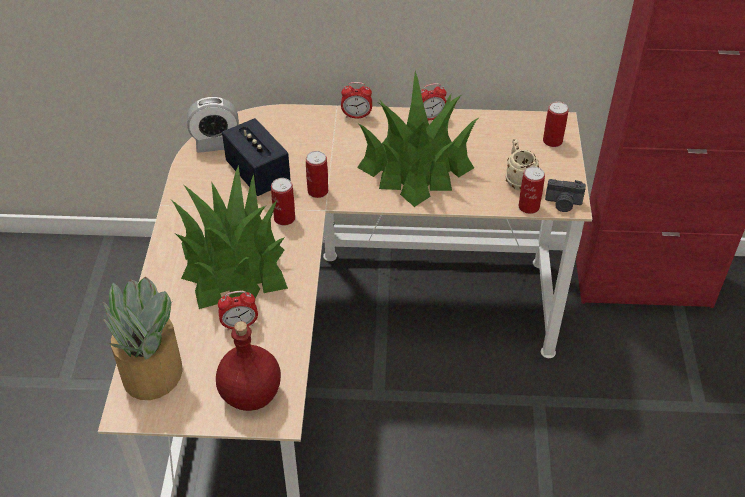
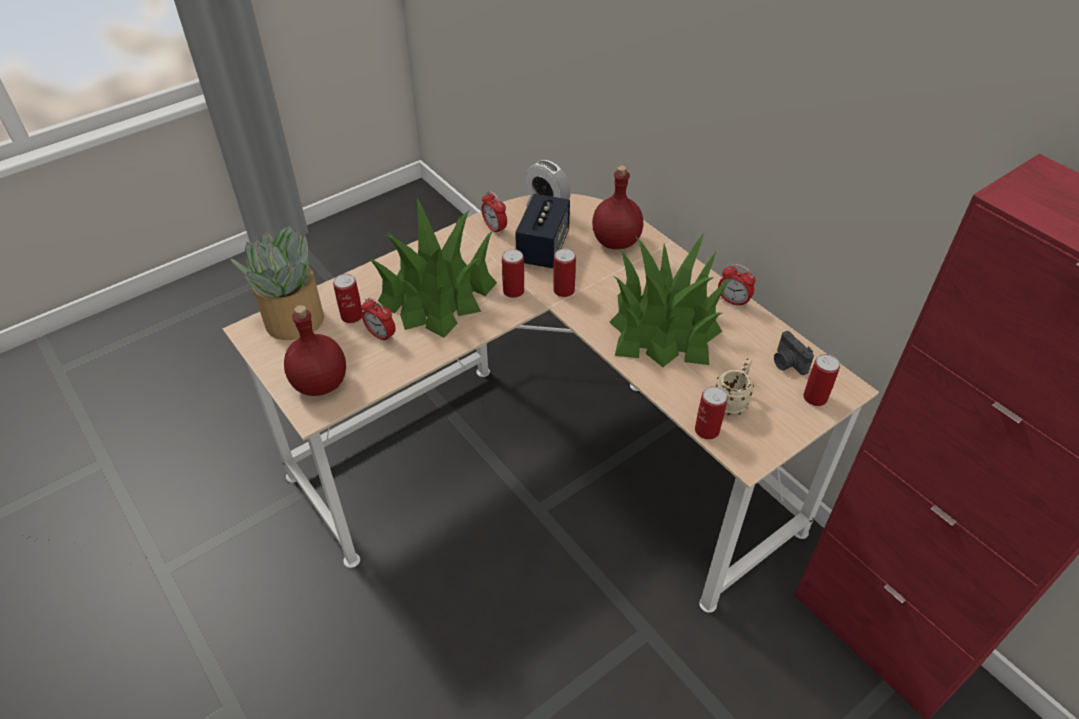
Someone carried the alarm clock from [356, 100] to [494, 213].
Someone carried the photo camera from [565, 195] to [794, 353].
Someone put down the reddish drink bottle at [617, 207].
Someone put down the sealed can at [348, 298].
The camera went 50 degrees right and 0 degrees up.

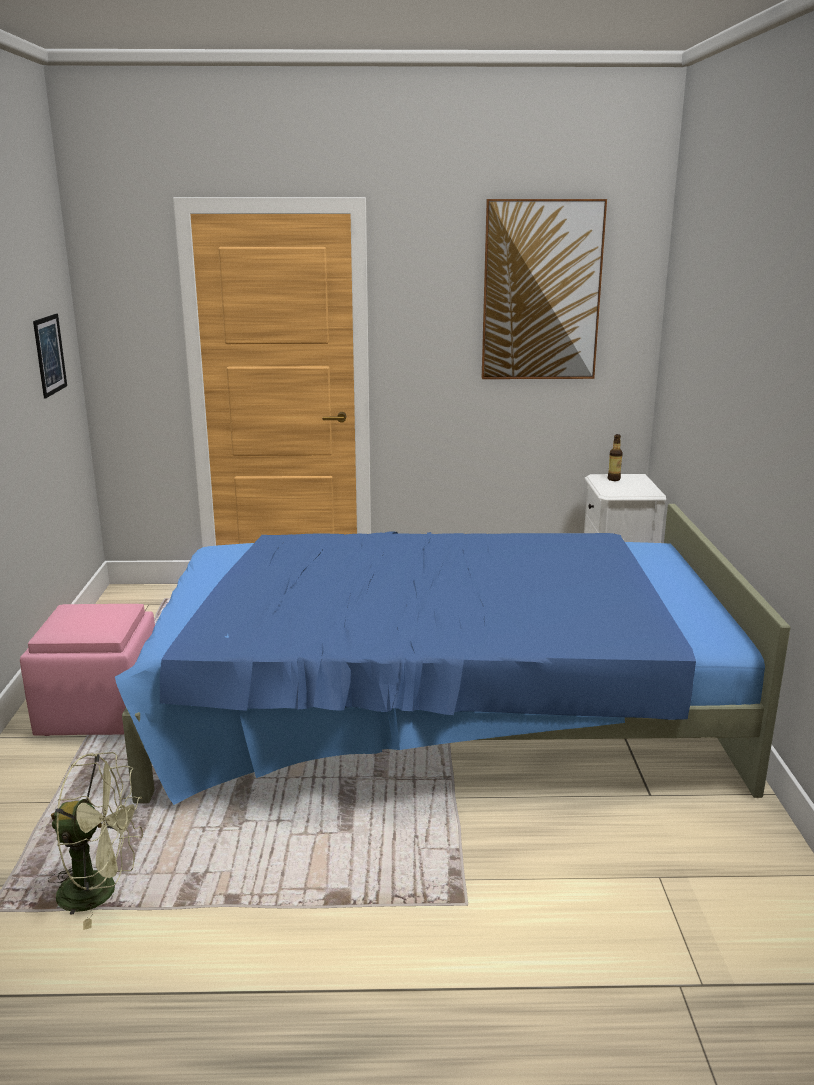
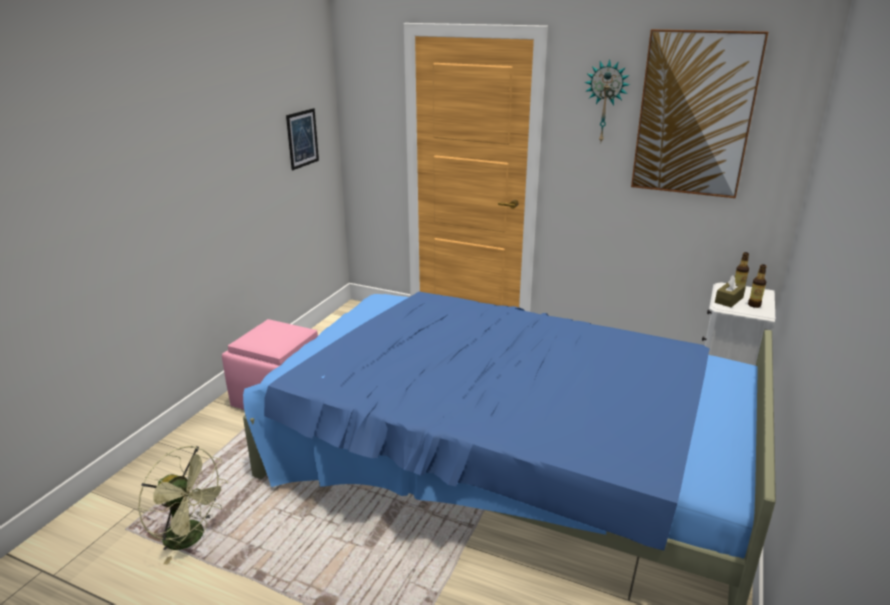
Someone put up the hanging clock at [607, 100].
Someone put down the drink bottle at [757, 286].
Someone put down the brownish box of tissues at [730, 291].
The camera went 25 degrees right and 5 degrees up.

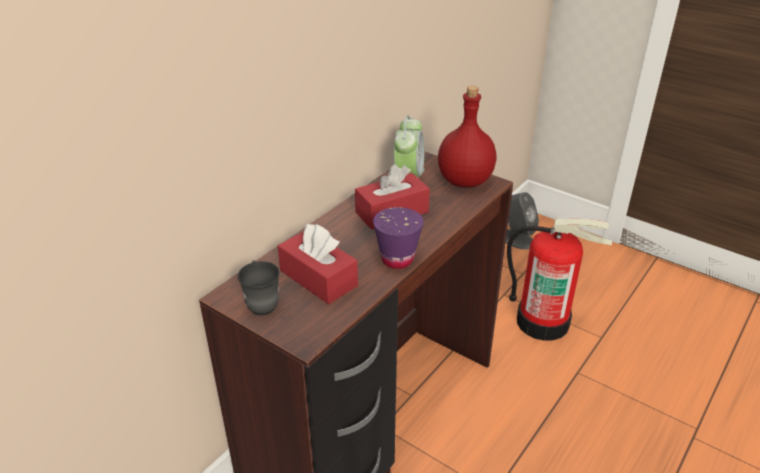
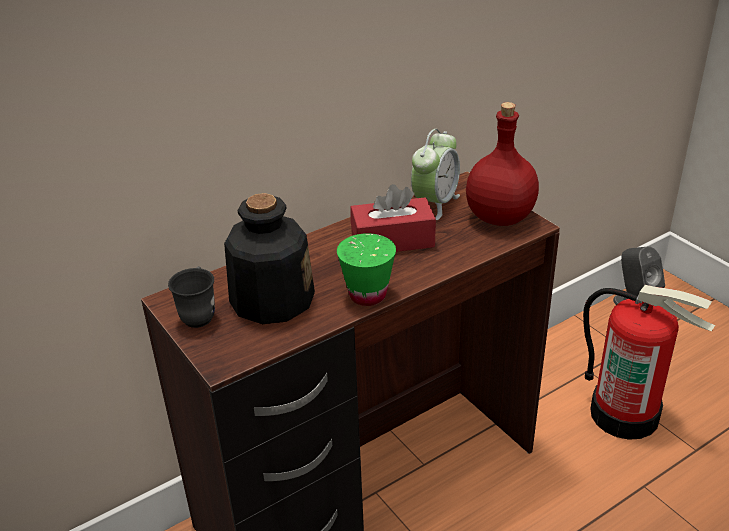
Someone repainted the purple small cup at [398, 238], which became the greenish small cup at [366, 269].
Someone swapped the reddish box of tissues at [318, 264] for the drink bottle at [269, 258].
The camera went 20 degrees right and 0 degrees up.

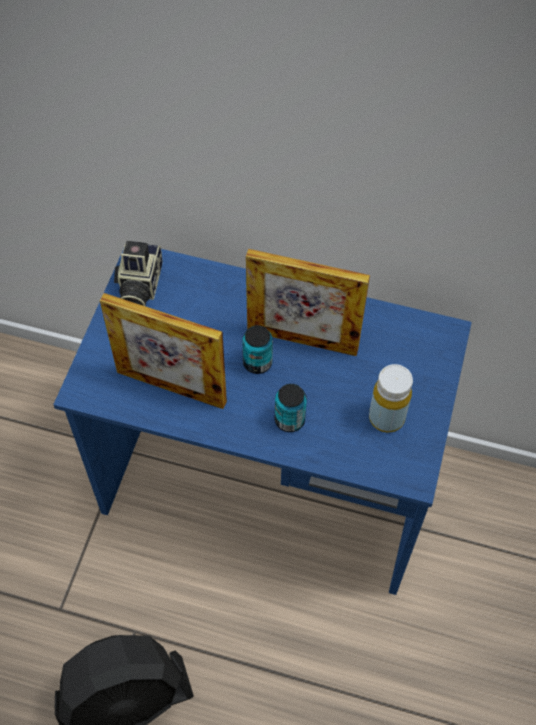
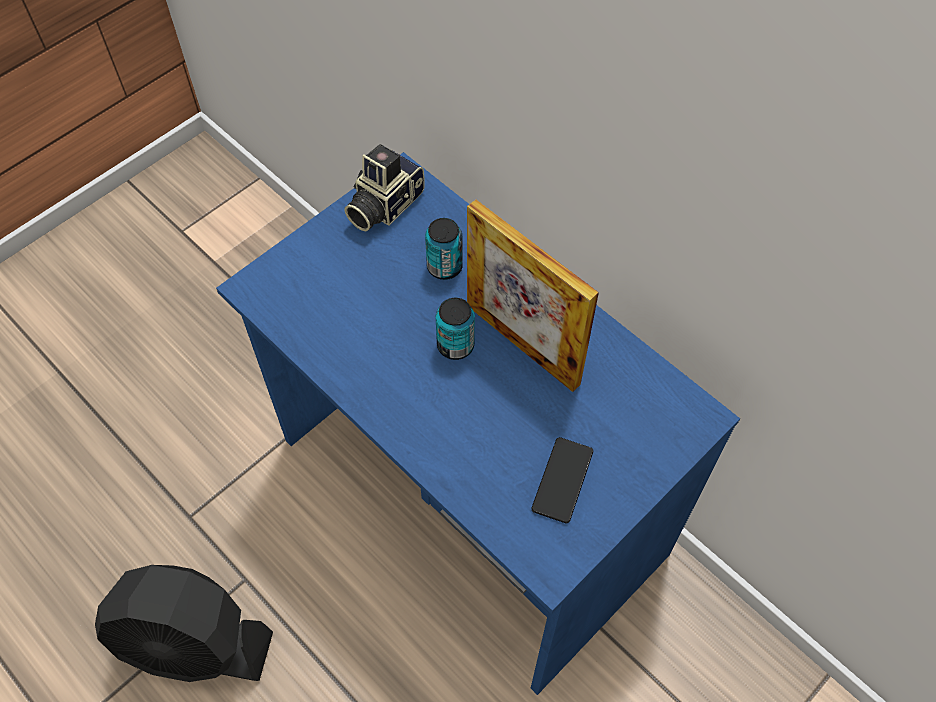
Someone took away the standing frame at [163, 351].
Someone swapped the yellow-coloured drink bottle at [391, 398] for the telephone at [562, 480].
Someone carried the sealed can from [291, 408] to [444, 249].
The camera went 30 degrees right and 0 degrees up.

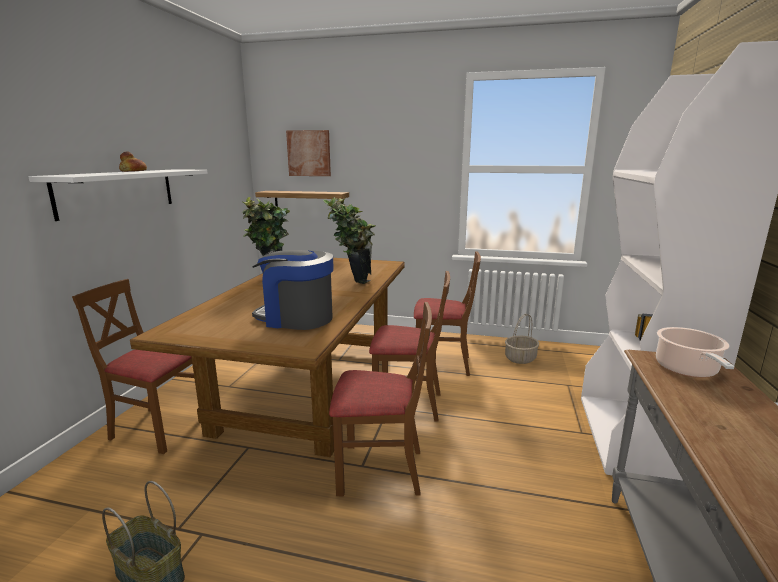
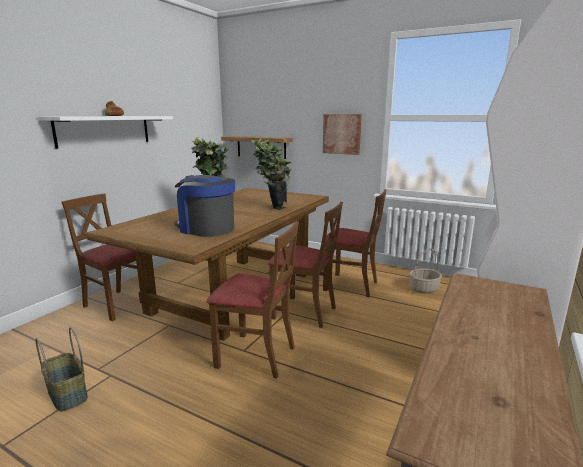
Someone carried the picture from [308, 153] to [342, 134].
Someone took away the cooking pot at [695, 352].
The camera went 15 degrees right and 0 degrees up.

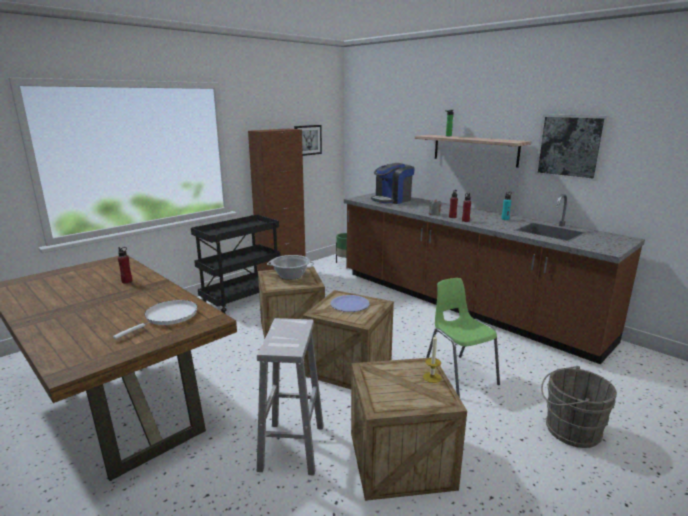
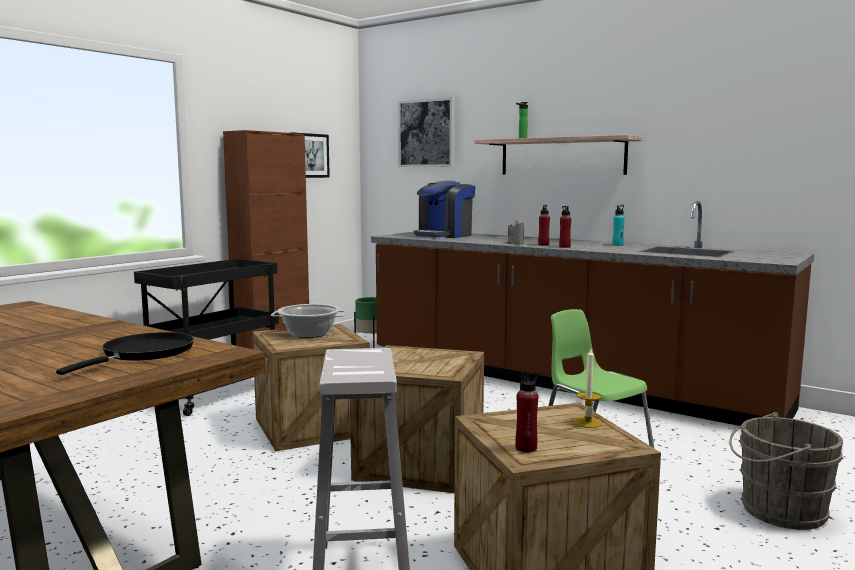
Someone carried the picture from [572, 147] to [426, 132].
Someone carried the reddish drink bottle from [125, 265] to [527, 412].
Someone took away the plate at [350, 303].
Someone repainted the whitish pan at [155, 319], which became the black-coloured pan at [125, 353].
The camera went 10 degrees left and 10 degrees down.

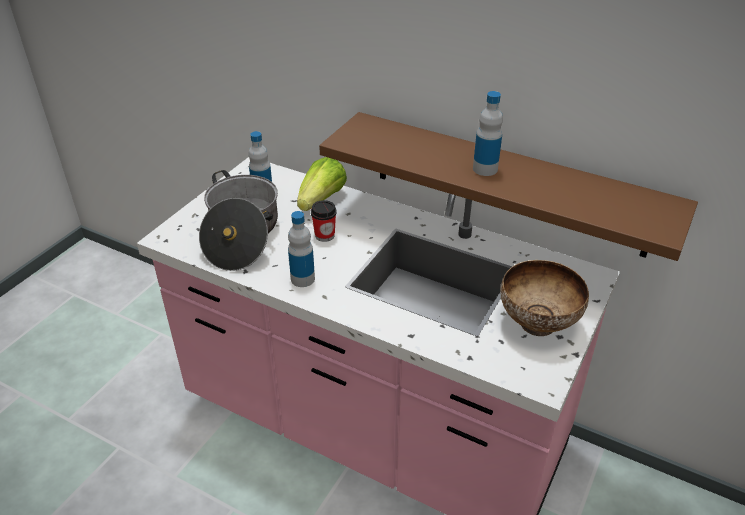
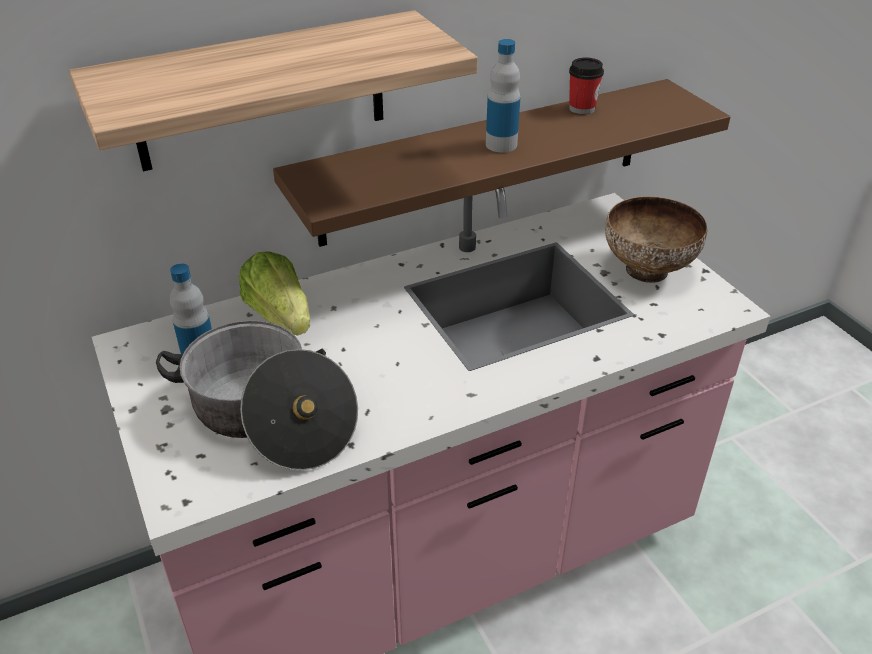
Someone carried the small cup from [324, 221] to [586, 85].
Someone took away the drink bottle at [301, 249].
Someone put up the shelf at [273, 90].
The camera went 55 degrees left and 0 degrees up.

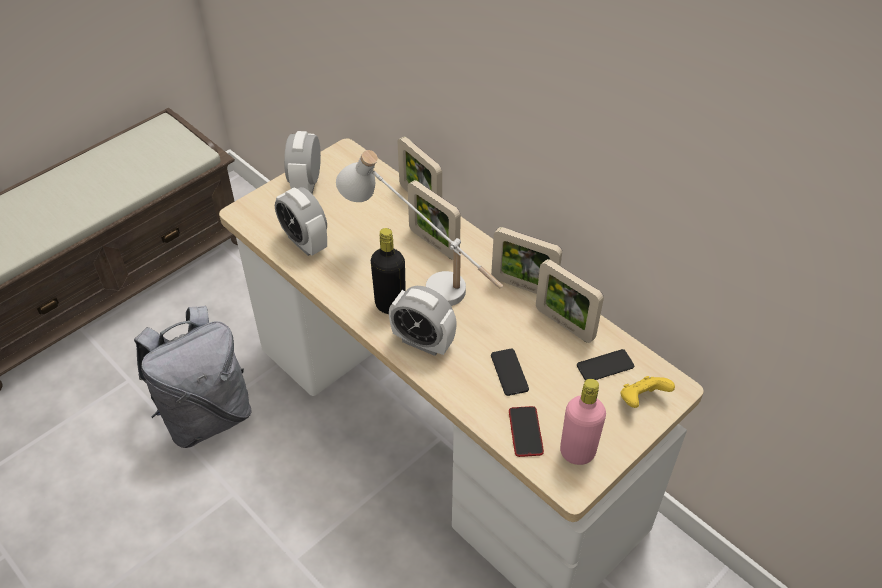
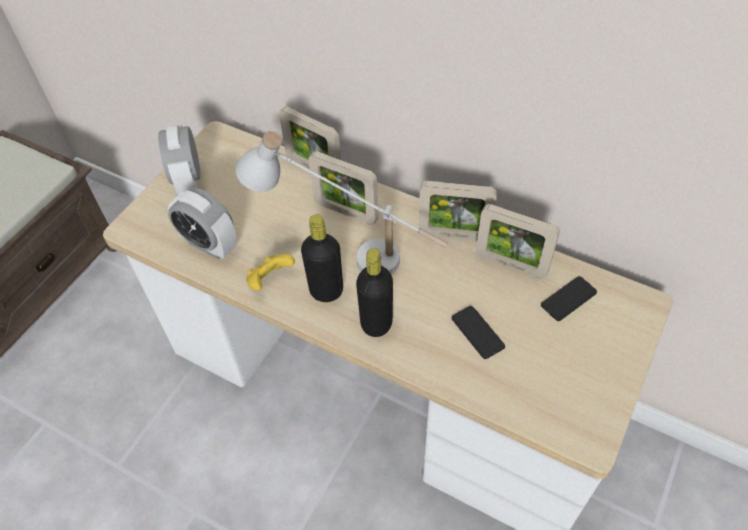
Someone swapped the alarm clock at [423, 321] for the black-coloured drink bottle at [374, 292].
Someone took away the grey rucksack at [192, 377].
Someone carried the yellow-coloured gamepad from [648, 392] to [270, 272].
Someone took away the pink-coloured drink bottle at [583, 422].
Someone took away the telephone at [526, 431].
The camera went 15 degrees left and 5 degrees up.

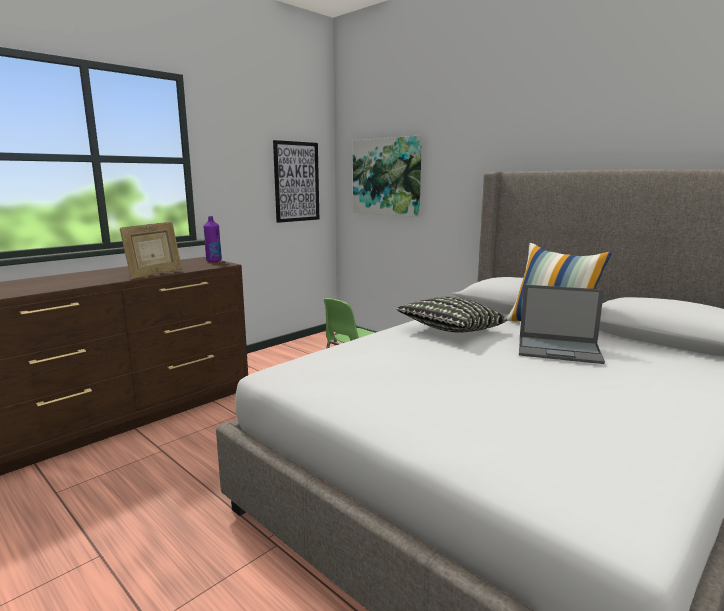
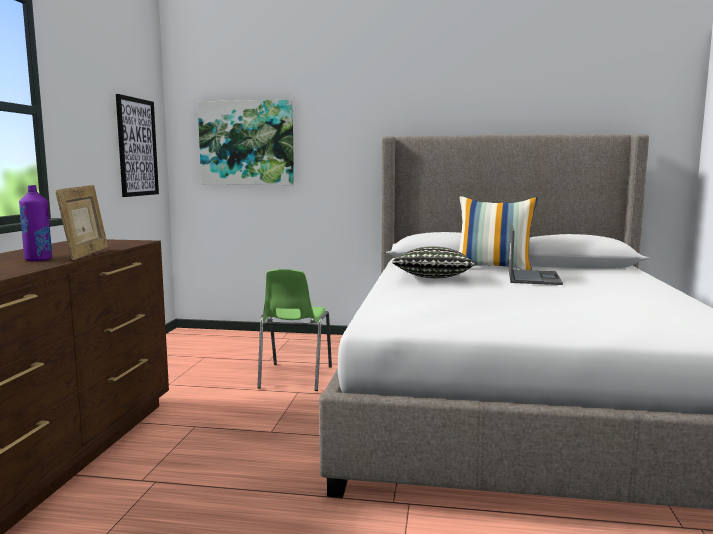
Someone carried the purple drink bottle from [212, 239] to [35, 223].
Someone rotated the notebook computer at [562, 324] by 60 degrees counterclockwise.
The camera went 35 degrees left and 5 degrees down.

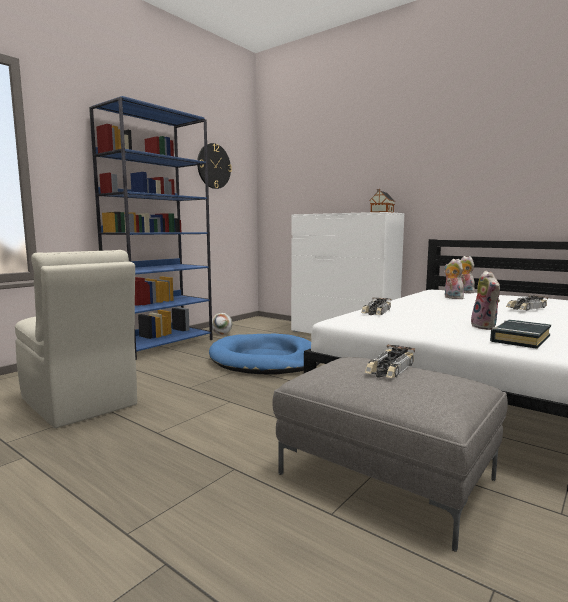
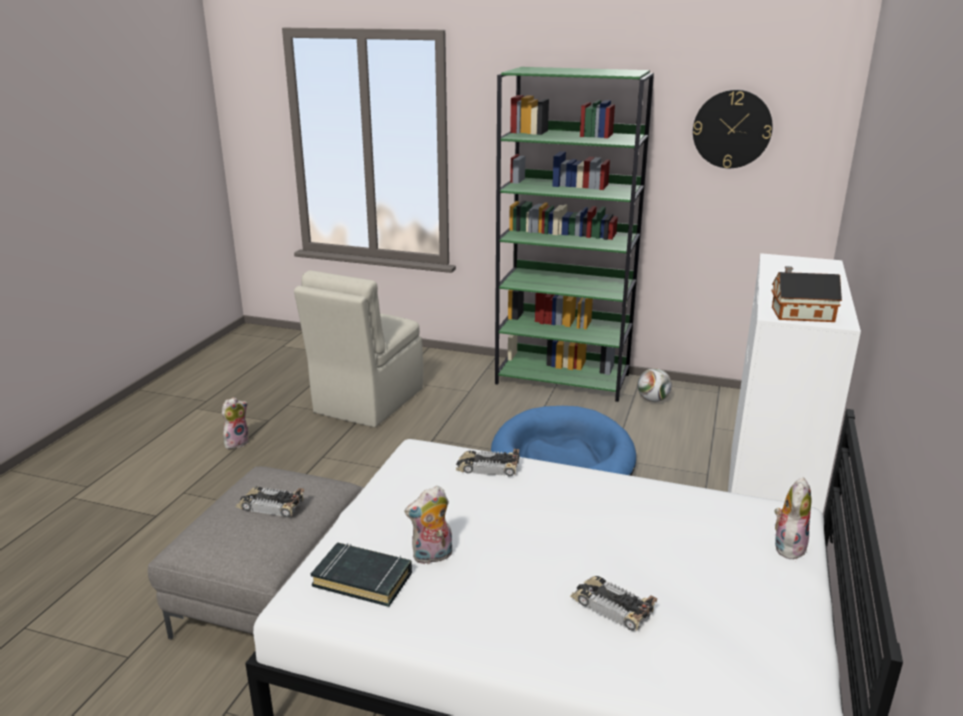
Someone repainted the blue-coloured bookcase at [151, 228], which became the greenish bookcase at [574, 234].
Someone carried the soft toy from [454, 279] to [235, 423].
The camera went 70 degrees right and 15 degrees up.

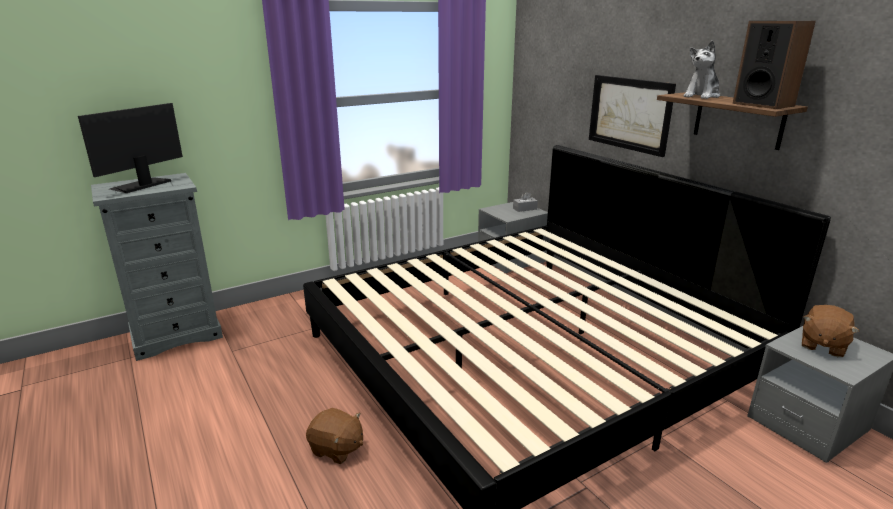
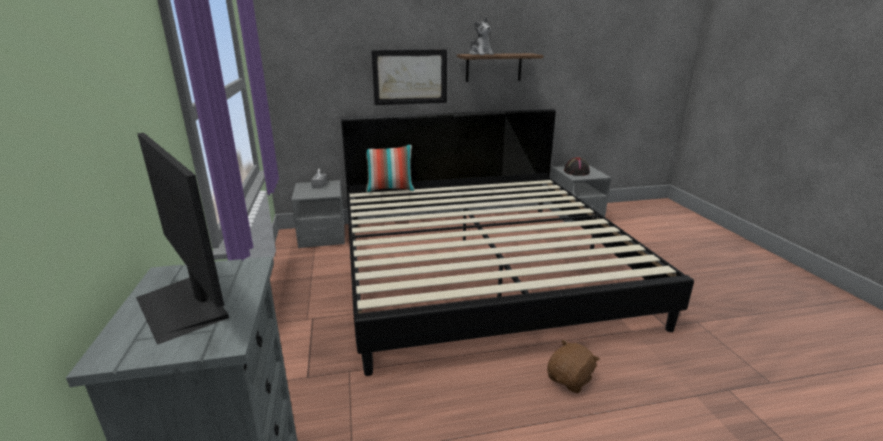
Someone took away the speaker at [774, 65].
Someone swapped the brownish soft toy at [830, 331] for the black-coloured hat at [577, 166].
Someone put down the throw pillow at [390, 168].
The camera went 70 degrees left and 0 degrees up.

